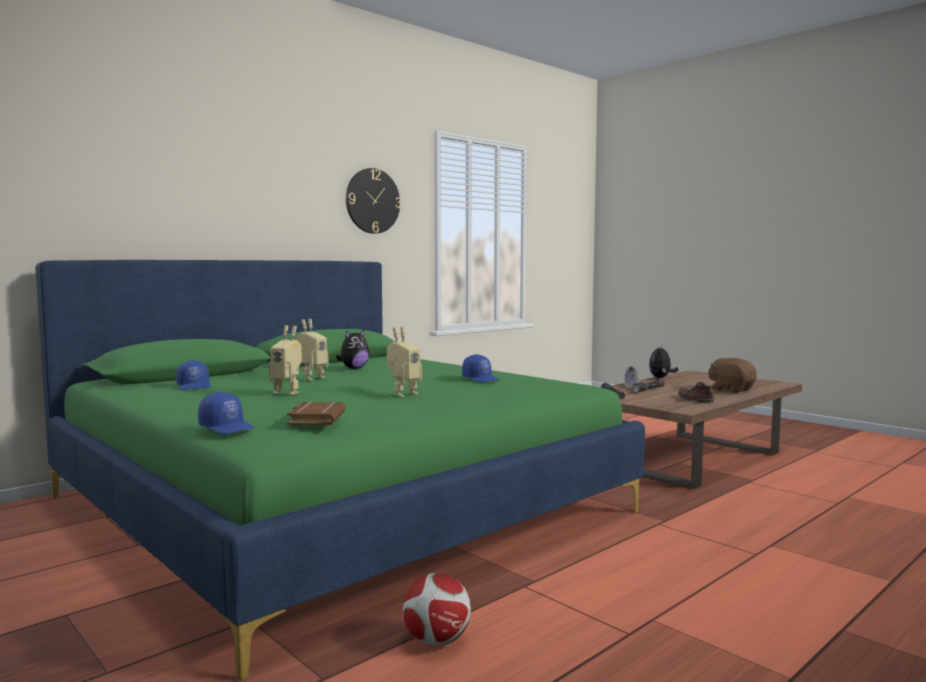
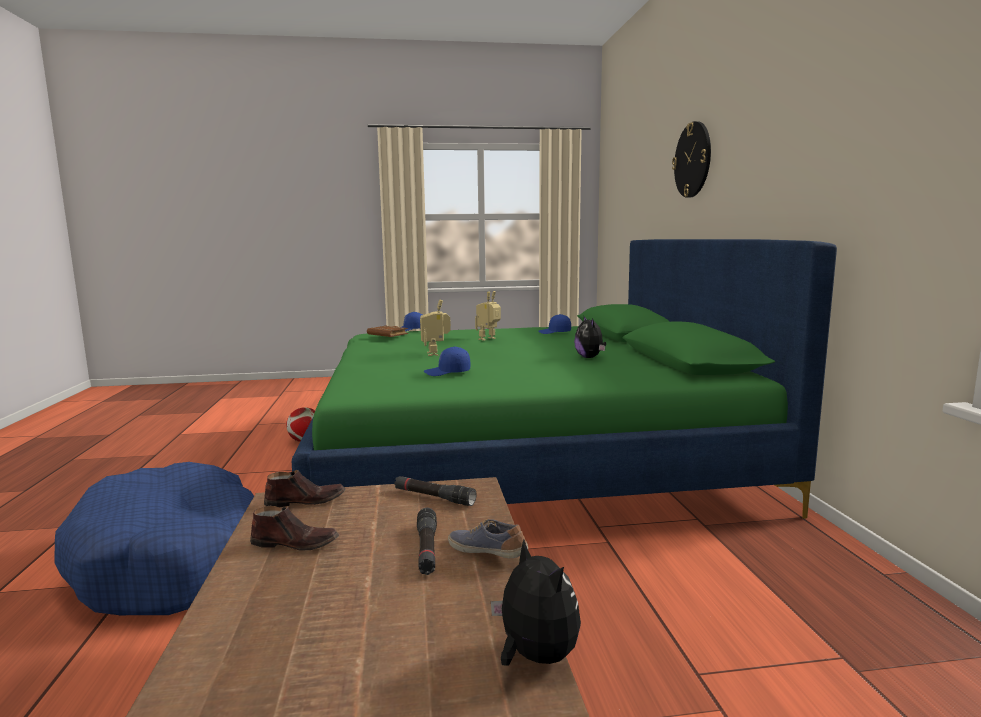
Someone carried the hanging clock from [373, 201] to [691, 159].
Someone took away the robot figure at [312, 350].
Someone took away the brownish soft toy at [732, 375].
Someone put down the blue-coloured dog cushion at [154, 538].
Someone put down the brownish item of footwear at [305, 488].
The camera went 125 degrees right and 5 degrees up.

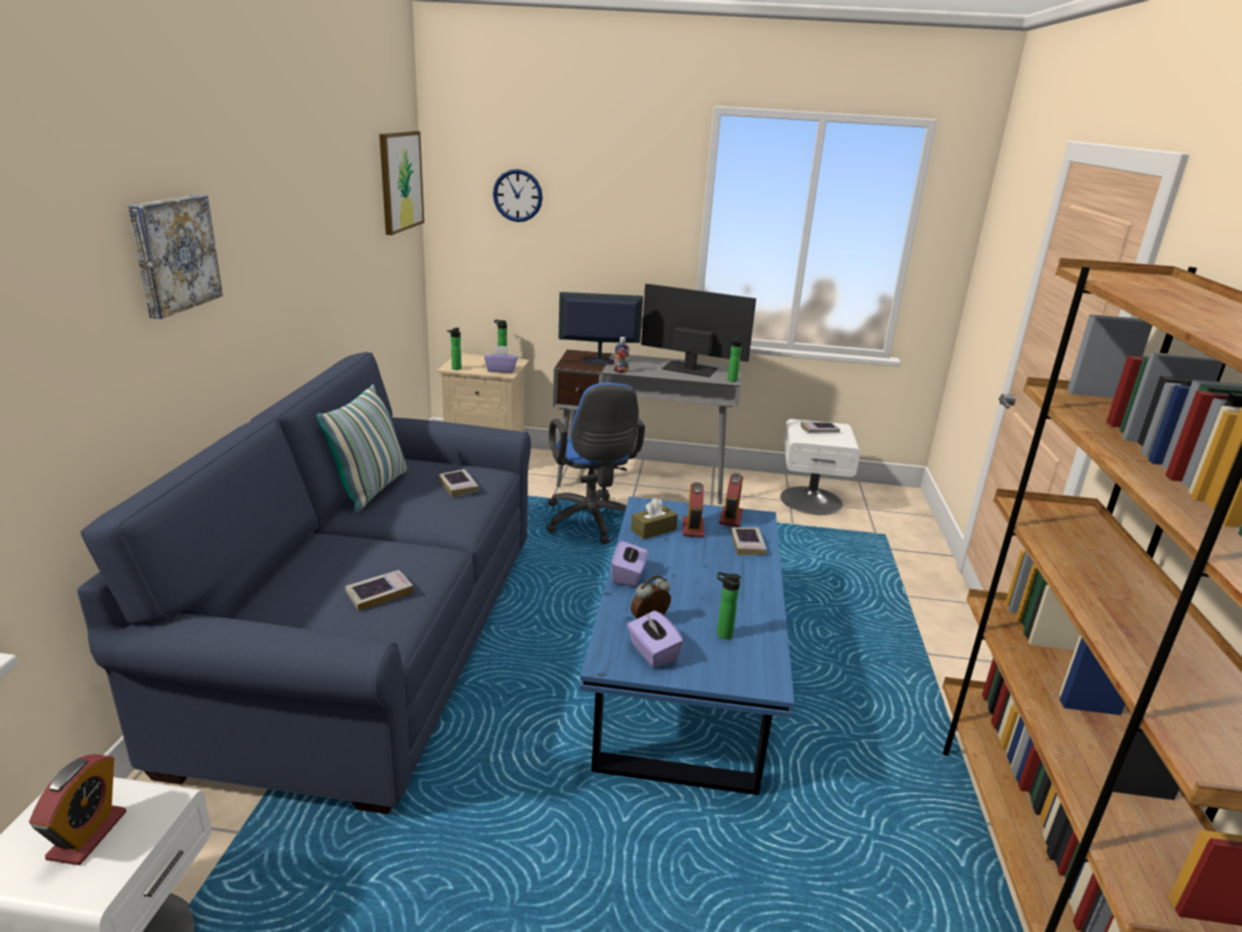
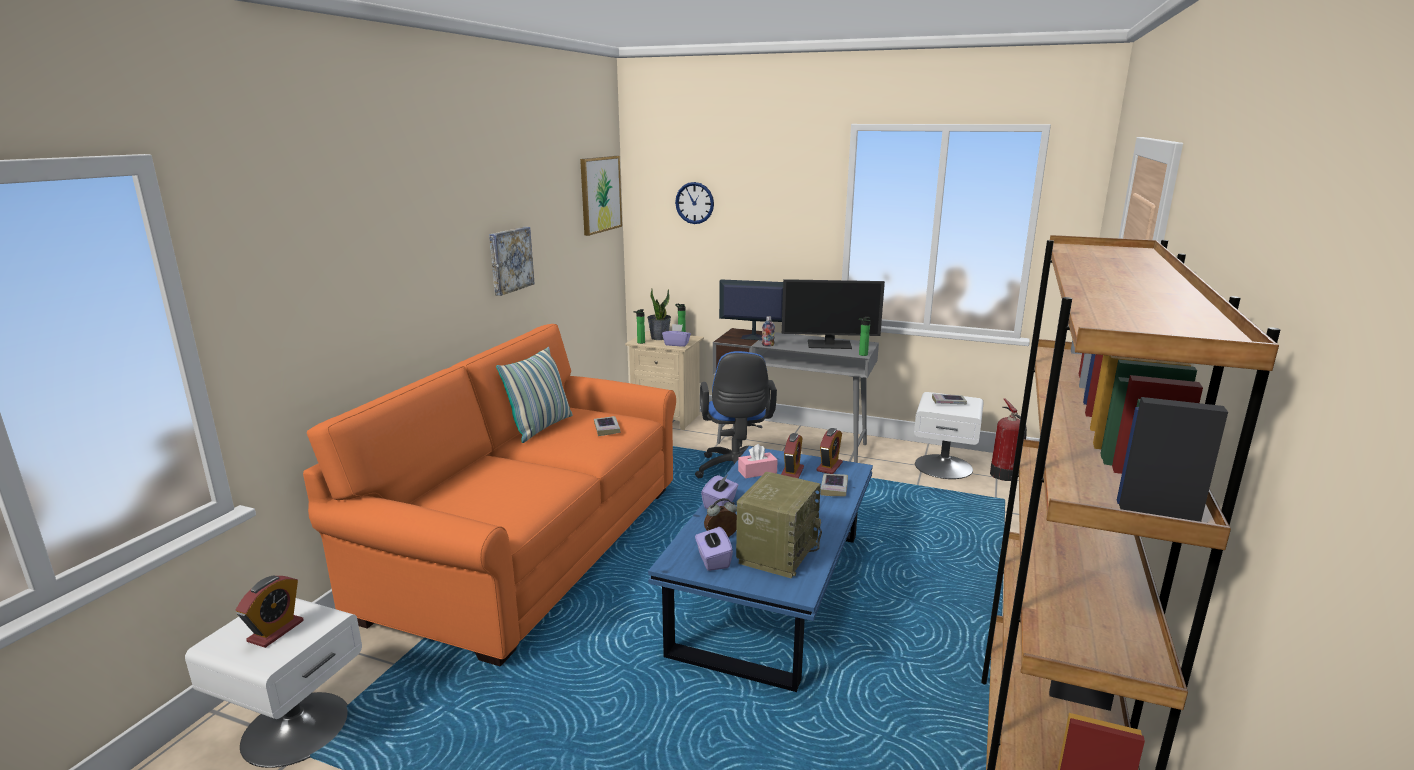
Someone carried the picture from [175, 256] to [512, 261].
Someone rotated the monitor at [698, 330] by 150 degrees clockwise.
Someone repainted the blue-coloured settee at [304, 583], which became the orangey settee at [489, 495].
Someone repainted the brownish box of tissues at [654, 518], which became the pink-coloured box of tissues at [758, 461].
Someone took away the volume at [379, 590].
Someone swapped the drink bottle at [729, 605] for the radio receiver at [779, 525].
Someone put down the potted plant at [659, 314].
Someone put down the fire extinguisher at [1008, 439].
The camera went 15 degrees right and 5 degrees down.

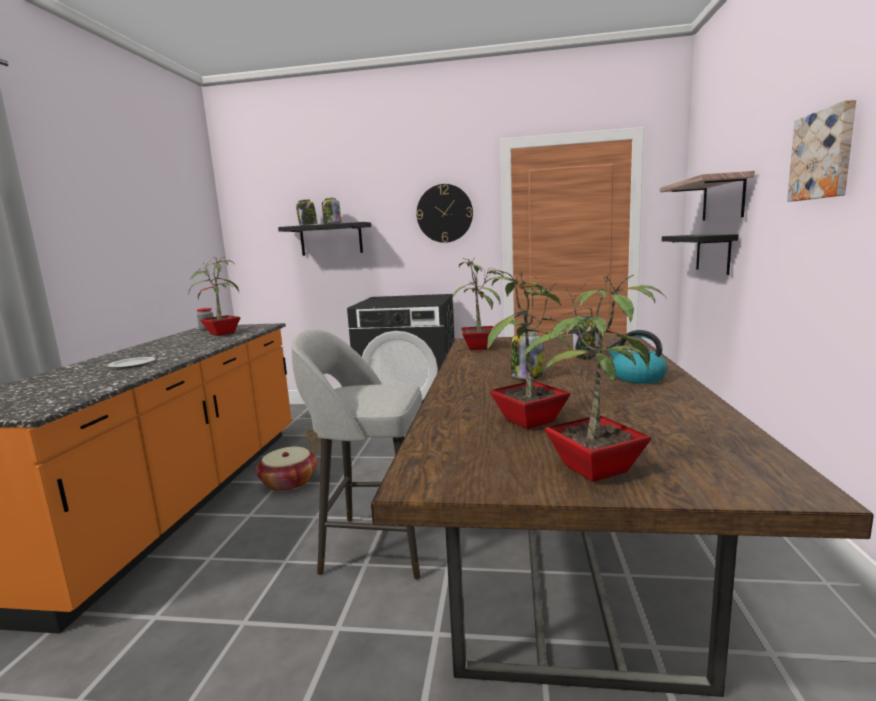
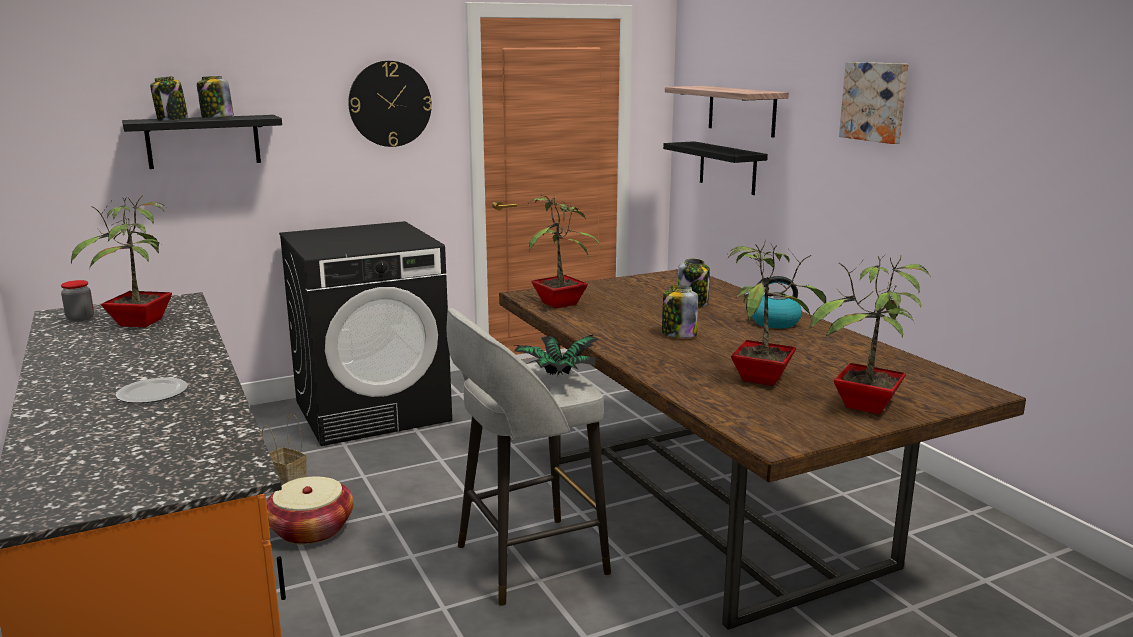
Someone put down the potted plant at [556, 355].
The camera went 35 degrees left and 5 degrees up.

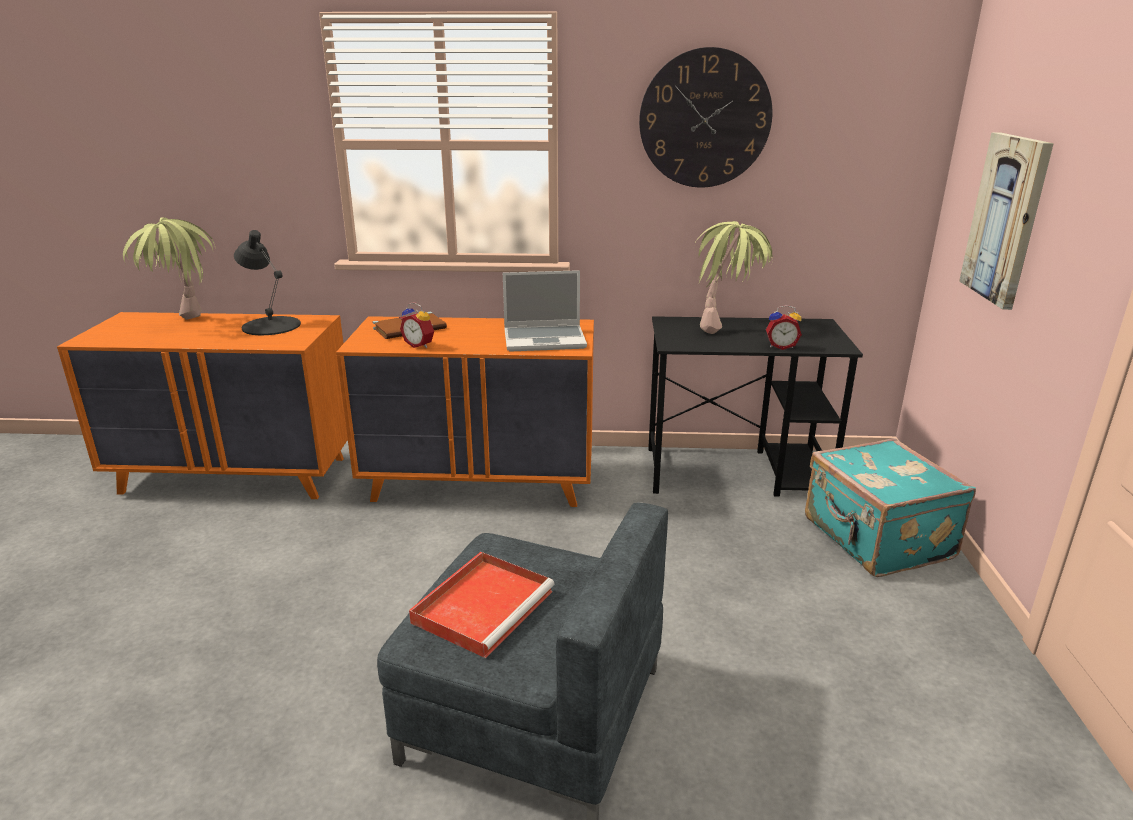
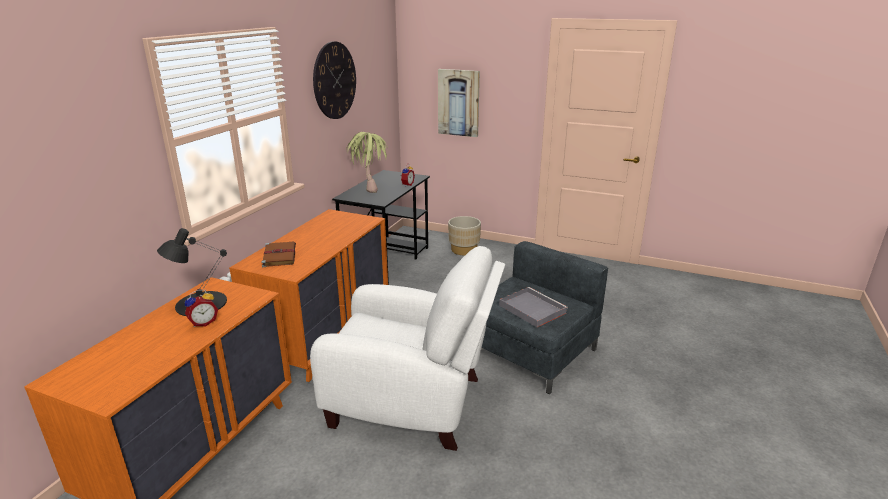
Someone took away the potted plant at [169, 268].
Someone took away the notebook computer at [545, 311].
Someone carried the alarm clock from [417, 325] to [201, 308].
Someone swapped the turquoise-coloured suitcase at [890, 507] for the beige-coloured flower pot at [464, 235].
Someone repainted the reddish tray at [481, 605], which became the grey tray at [533, 307].
Someone put down the whitish armchair at [407, 348].
The camera went 70 degrees left and 0 degrees up.

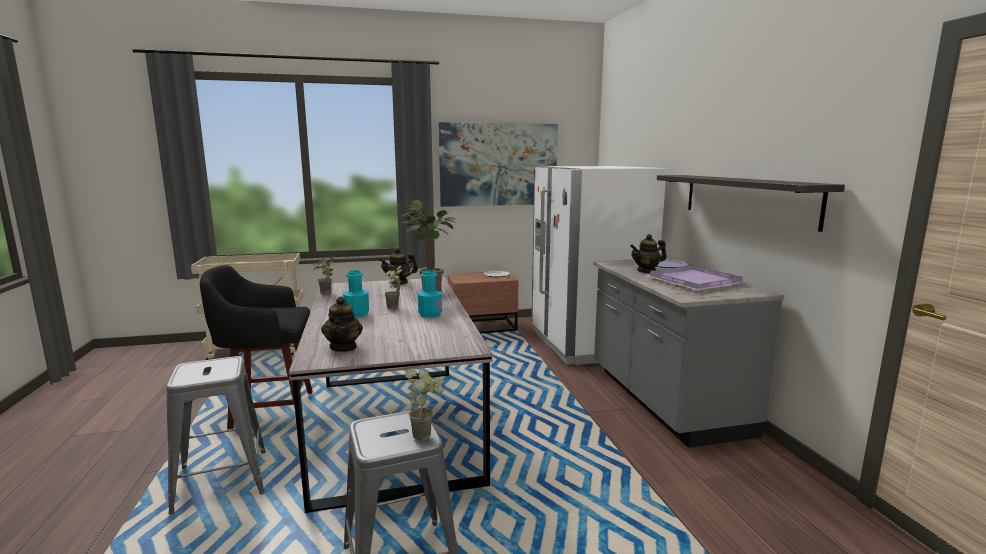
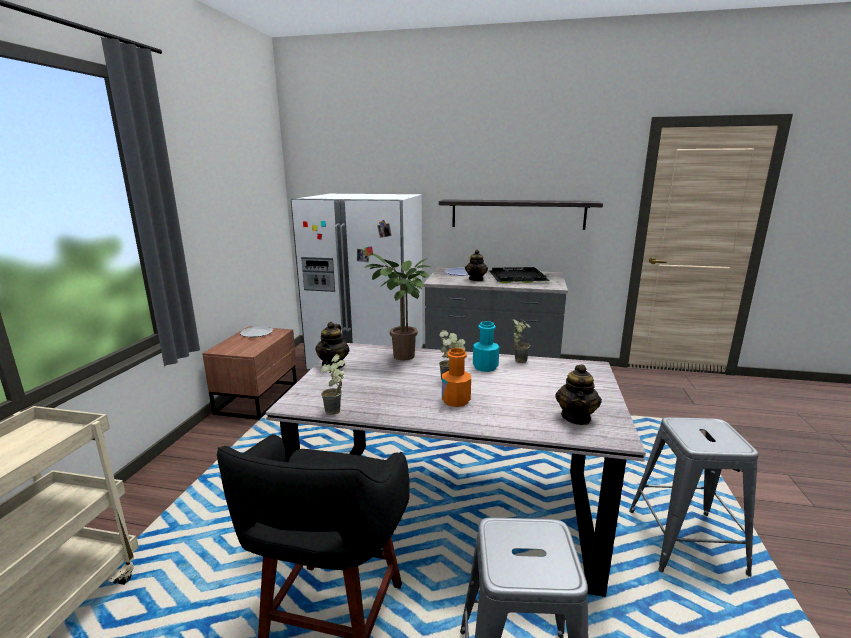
Someone took away the picture at [498, 164].
Someone repainted the purple tray at [696, 278], which became the black-coloured tray at [519, 275].
Someone repainted the turquoise-coloured drink bottle at [356, 293], which became the orangey drink bottle at [456, 377].
Someone rotated the teapot at [342, 324] by 90 degrees clockwise.
Someone carried the potted plant from [424, 404] to [521, 341].
The camera went 65 degrees left and 5 degrees up.

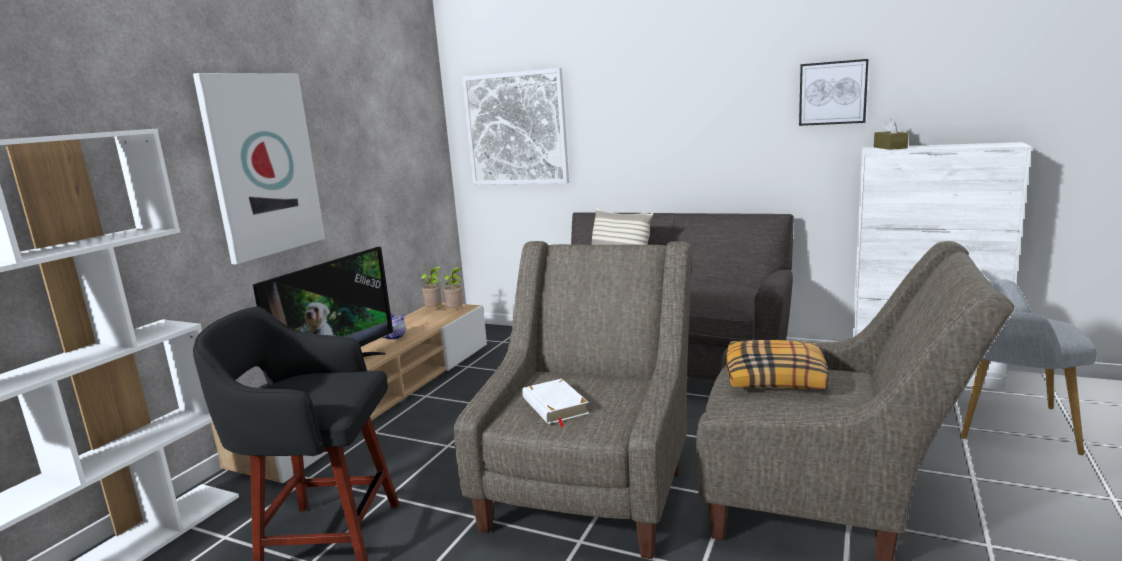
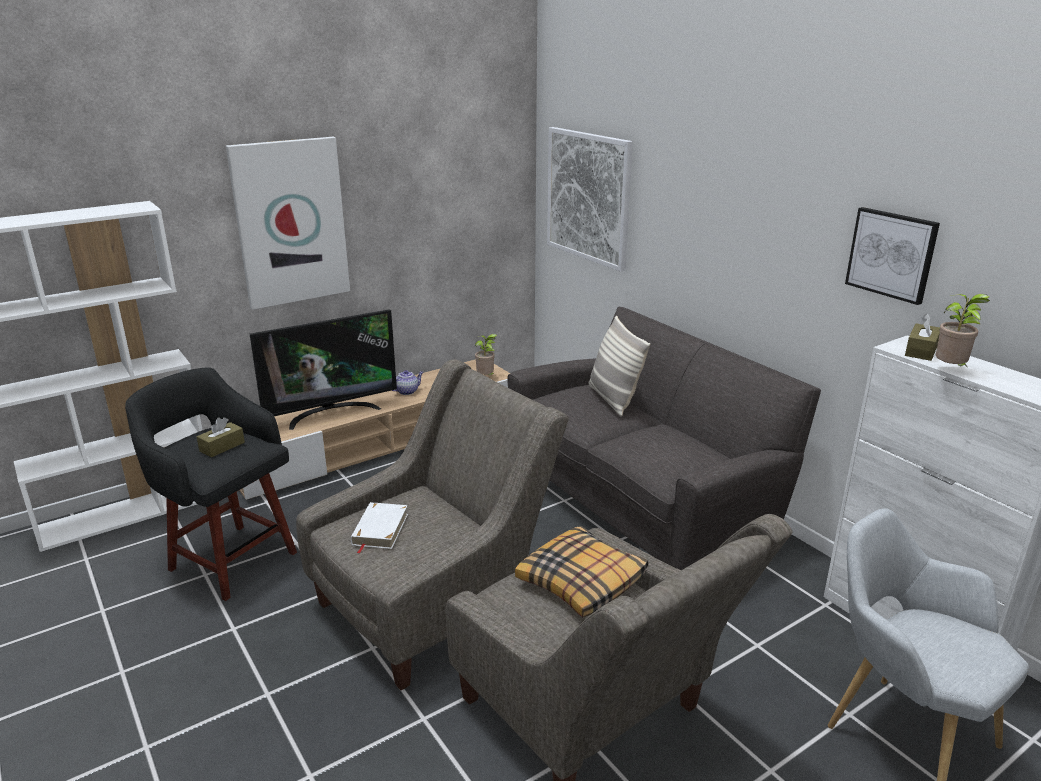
Someone carried the potted plant from [431, 287] to [963, 330].
Someone put down the brownish box of tissues at [221, 437].
The camera went 30 degrees right and 10 degrees up.

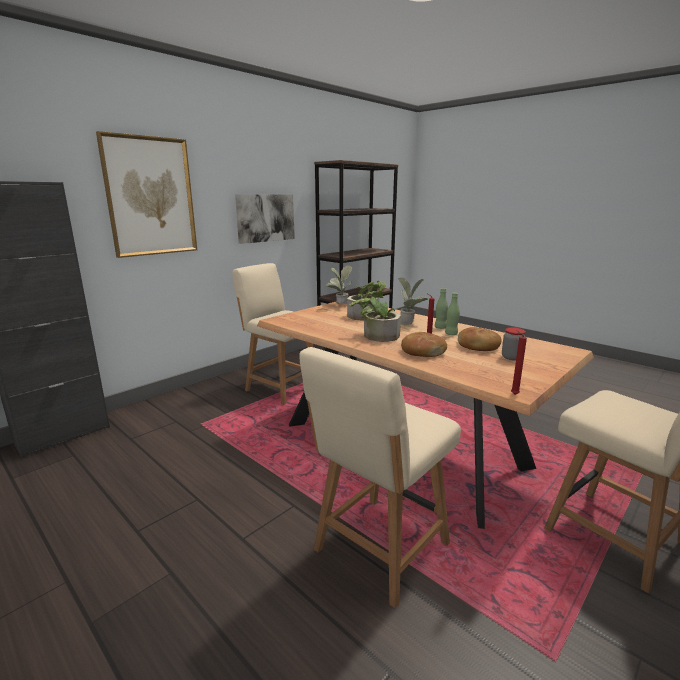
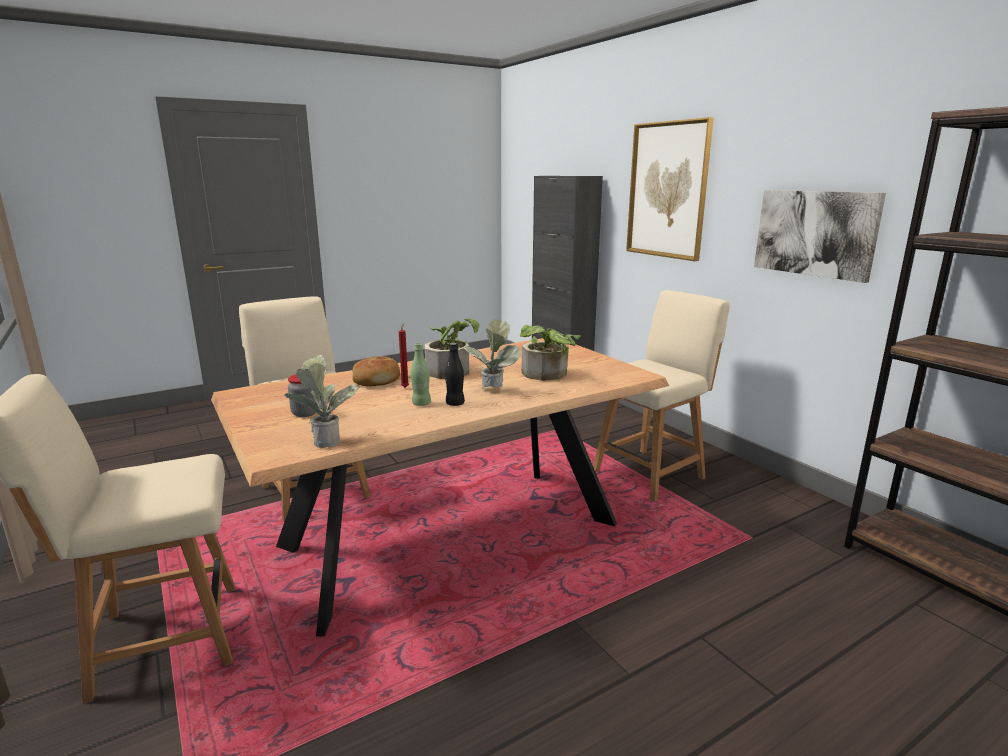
Someone carried the potted plant from [339, 284] to [321, 401].
Someone repainted the greenish drink bottle at [441, 308], which became the black-coloured drink bottle at [455, 374].
Someone took away the baked bread at [480, 339].
Someone took away the reddish wax candle at [519, 363].
The camera went 105 degrees right and 0 degrees up.

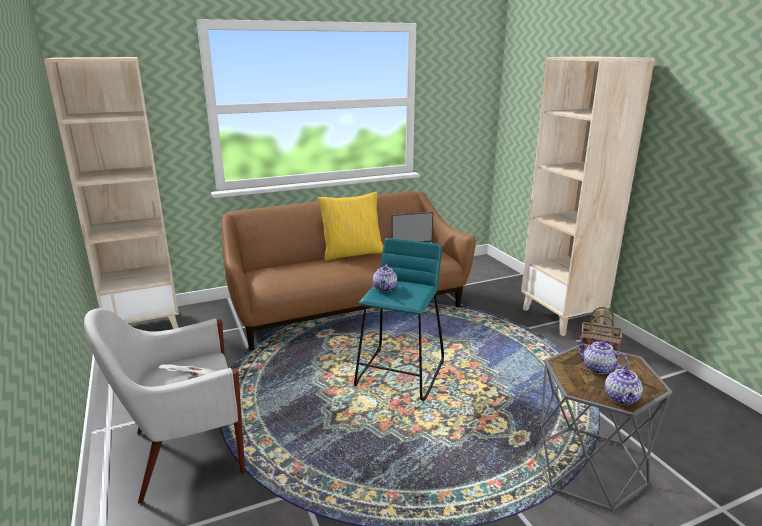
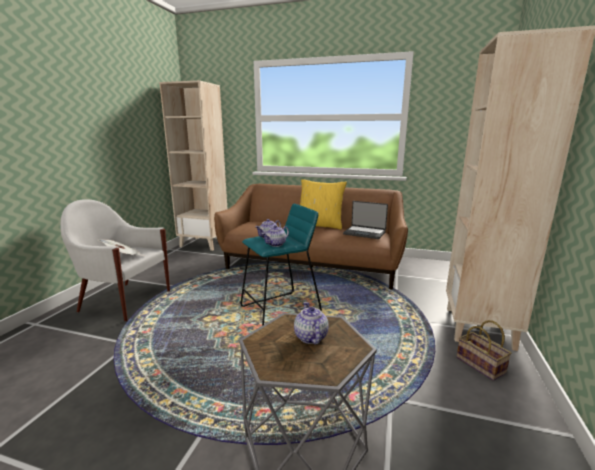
Someone carried the teapot from [624, 384] to [275, 236].
The camera went 40 degrees right and 5 degrees down.

